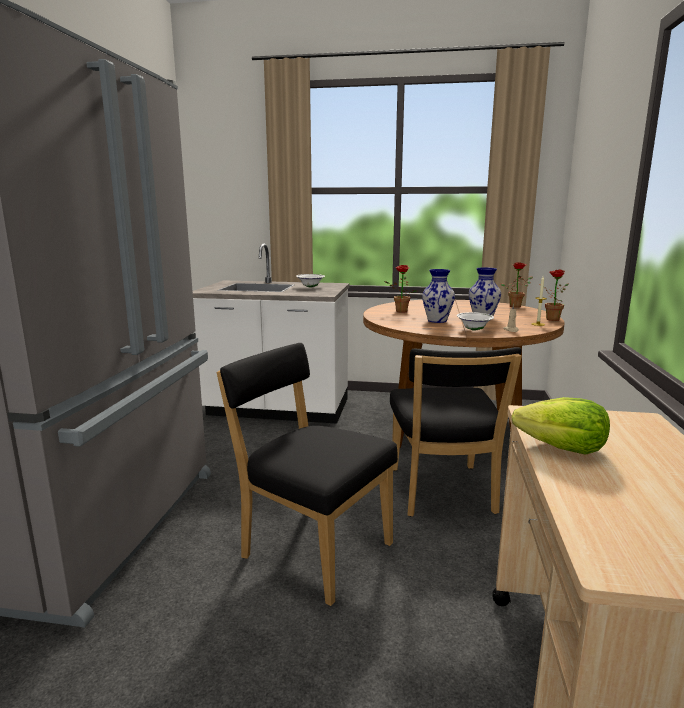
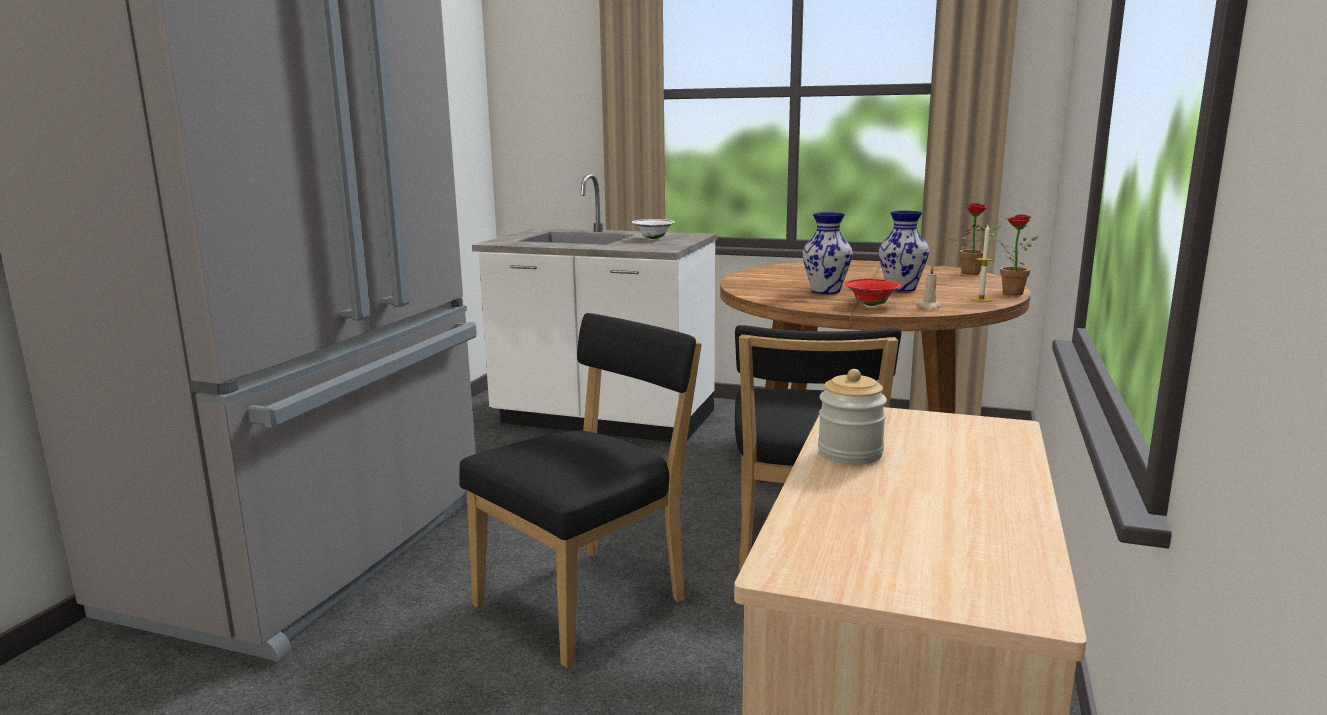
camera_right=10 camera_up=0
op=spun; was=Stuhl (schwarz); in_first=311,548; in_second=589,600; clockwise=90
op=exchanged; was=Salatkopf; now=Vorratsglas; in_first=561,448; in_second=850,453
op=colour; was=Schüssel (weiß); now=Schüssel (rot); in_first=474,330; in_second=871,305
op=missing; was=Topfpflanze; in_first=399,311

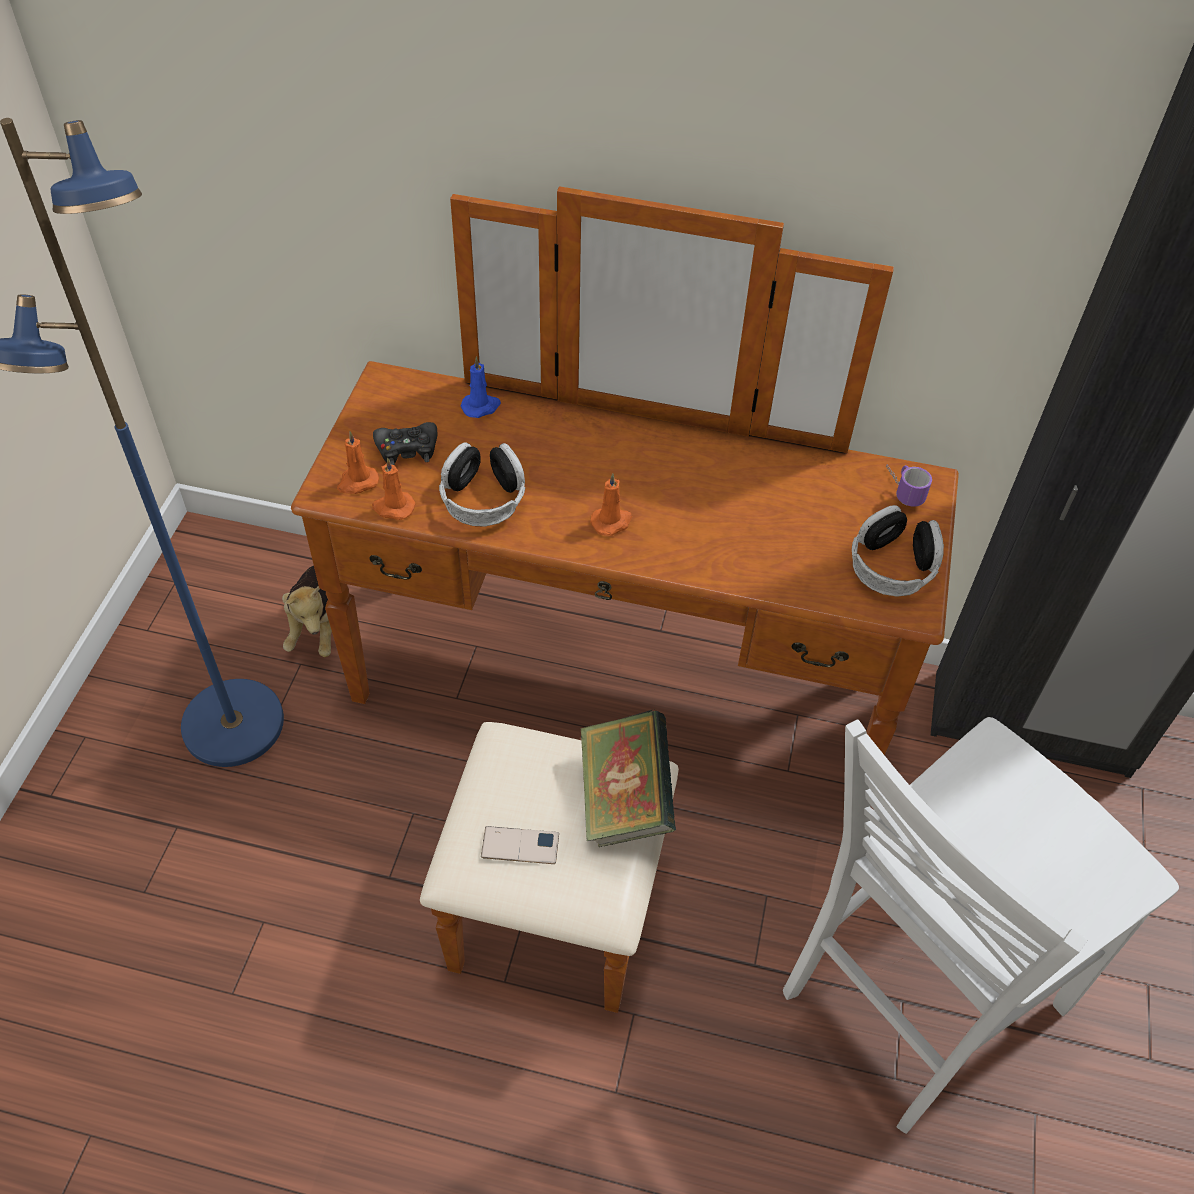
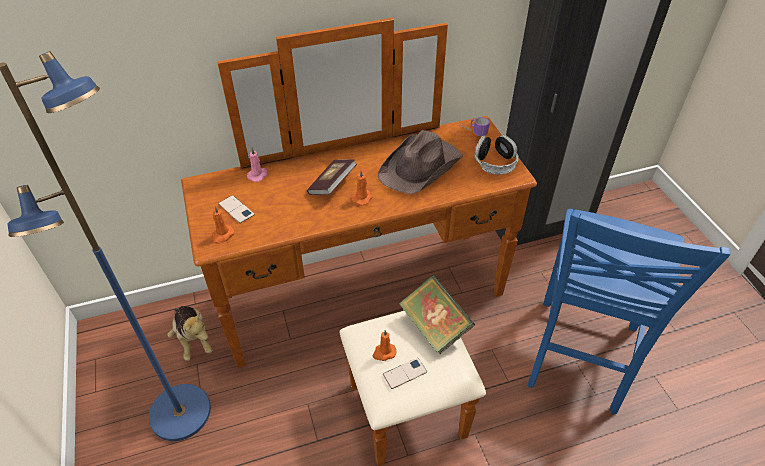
camera_right=-30 camera_up=-5
op=exchanged; was=Gamepad (schwarz); now=Handy; in_first=407,449; in_second=236,209
op=colour; was=Kerze (blau); now=Kerze (rosa); in_first=481,406; in_second=258,175
op=appeared; now=Buch; in_second=332,185
op=relocated; was=Kerze (orange); in_first=393,507; in_second=384,353
op=appeared; now=Hut (braun); in_second=421,167
op=colour; was=Stuhl (weiß); now=Stuhl (blau); in_first=915,997; in_second=578,356
op=missing; was=Kopfhörer; in_first=483,498

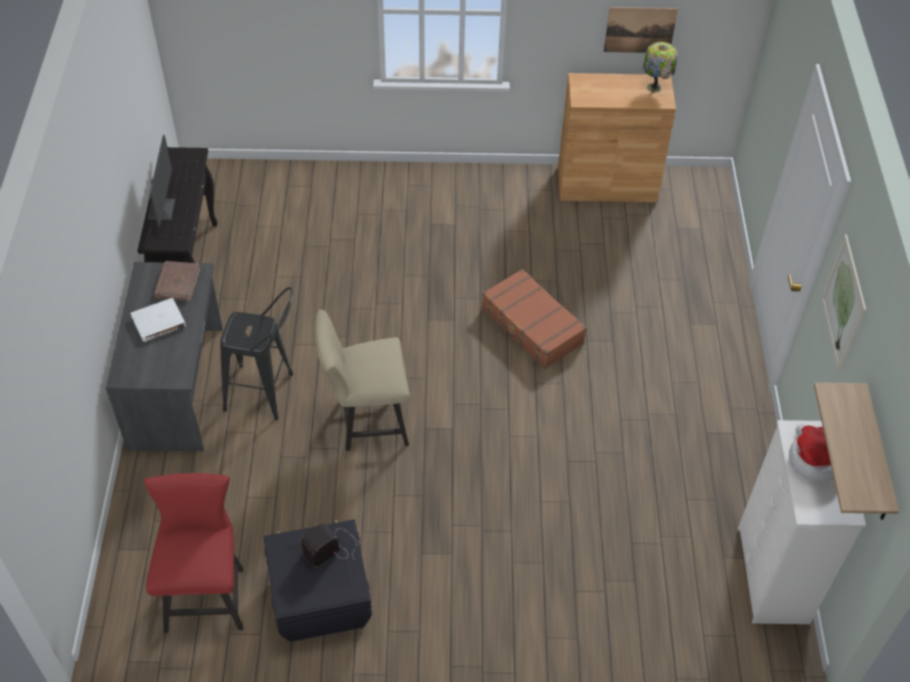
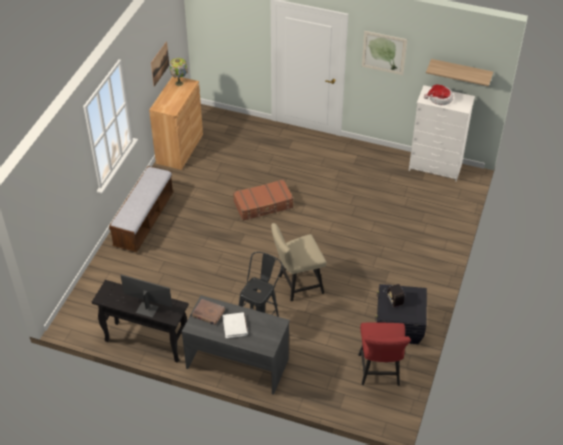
camera_right=-70 camera_up=-5
op=appeared; now=Bank; in_second=144,220
op=spun; was=Stuhl (beige); in_first=366,422; in_second=297,285; clockwise=60
op=spun; was=Stuhl (rot); in_first=207,593; in_second=380,373; clockwise=-105

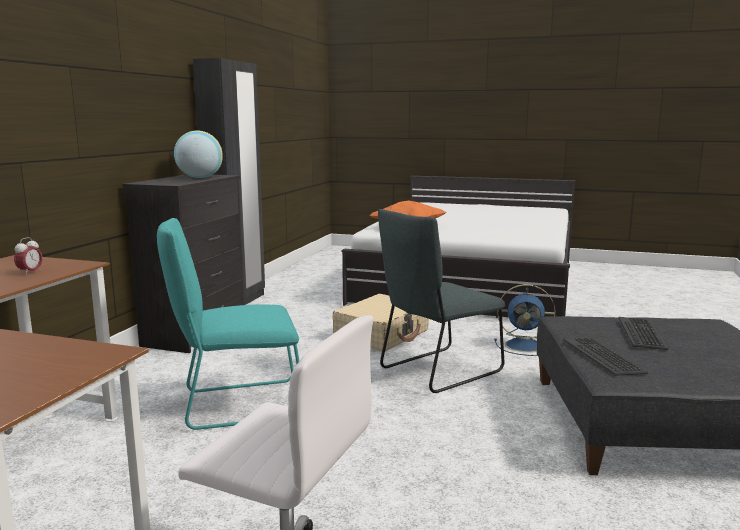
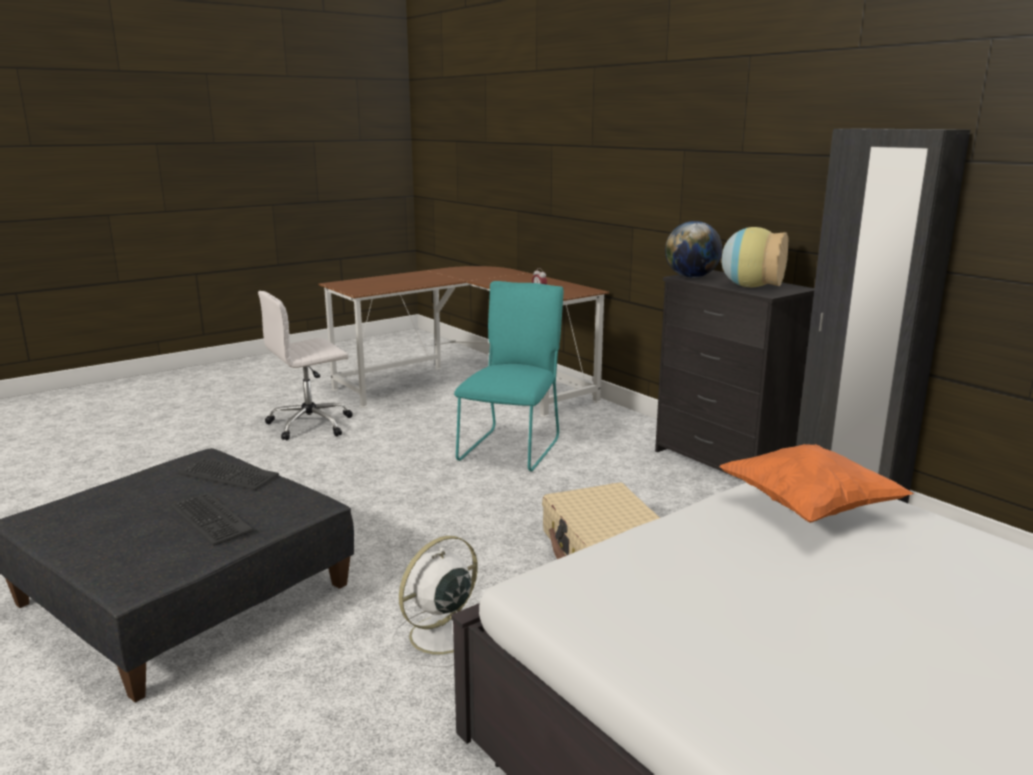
camera_right=125 camera_up=5
op=colour; was=Ventilator (blau); now=Ventilator (weiß); in_first=525,346; in_second=439,636
op=appeared; now=Globus; in_second=691,277
op=missing; was=Stuhl (grau); in_first=436,371

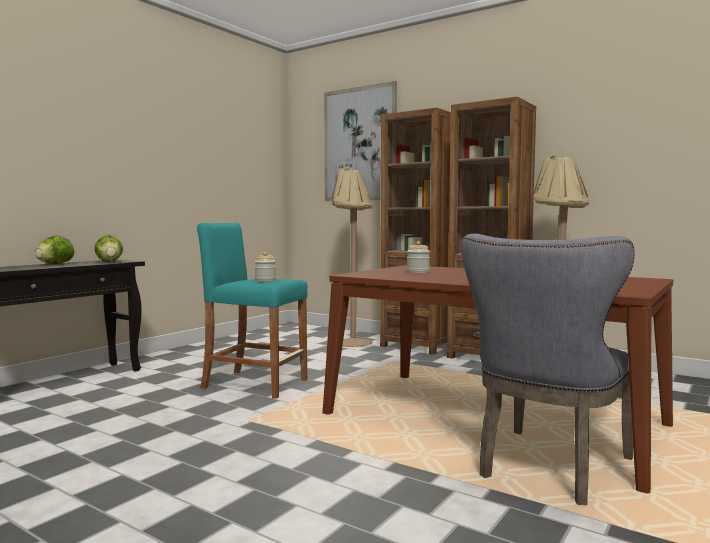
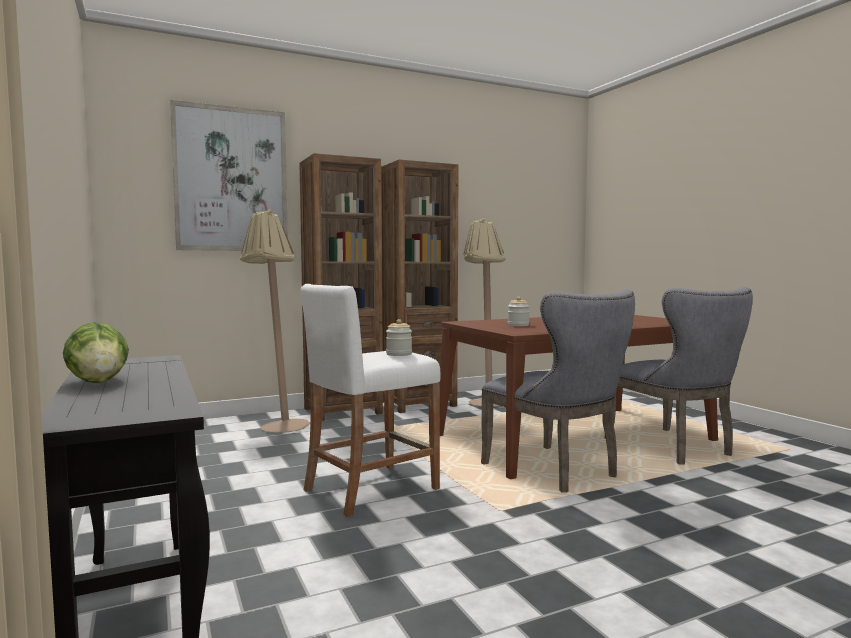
camera_right=-60 camera_up=0
op=colour; was=Hocker (türkis); now=Hocker (weiß); in_first=255,384; in_second=371,489
op=appeared; now=Stuhl (grau); in_second=557,471
op=missing; was=Salatkopf; in_first=109,262

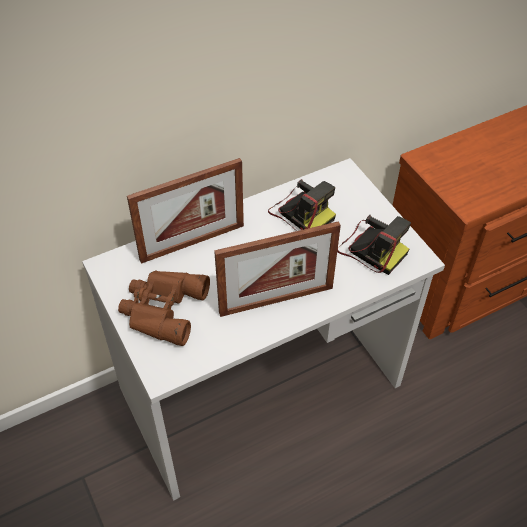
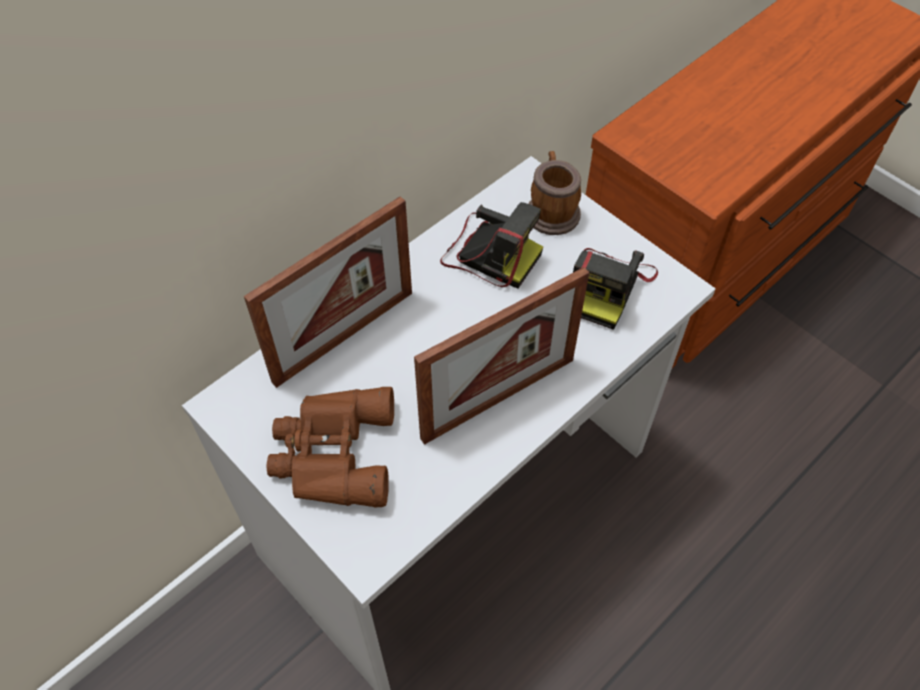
camera_right=-15 camera_up=5
op=appeared; now=Henkelbecher; in_second=551,210
op=spun; was=Kamera; in_first=371,249; in_second=607,287; clockwise=90

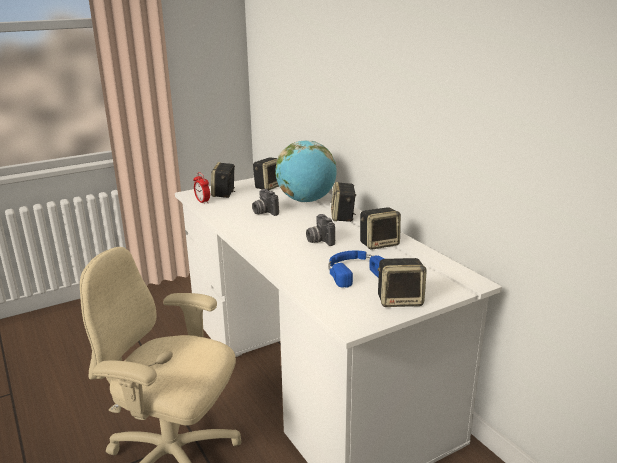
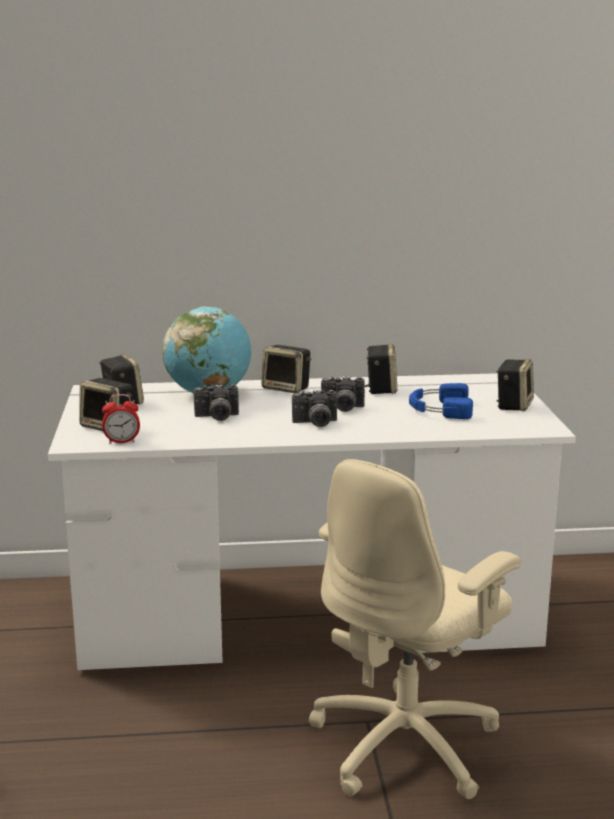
camera_right=-65 camera_up=-5
op=appeared; now=Kamera; in_second=315,423

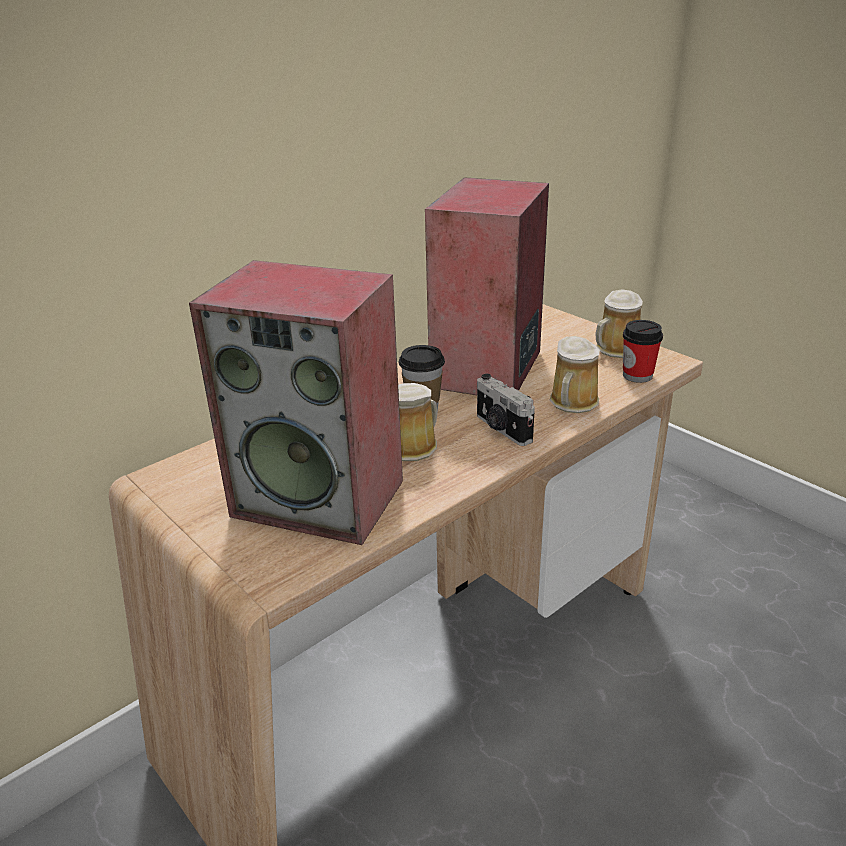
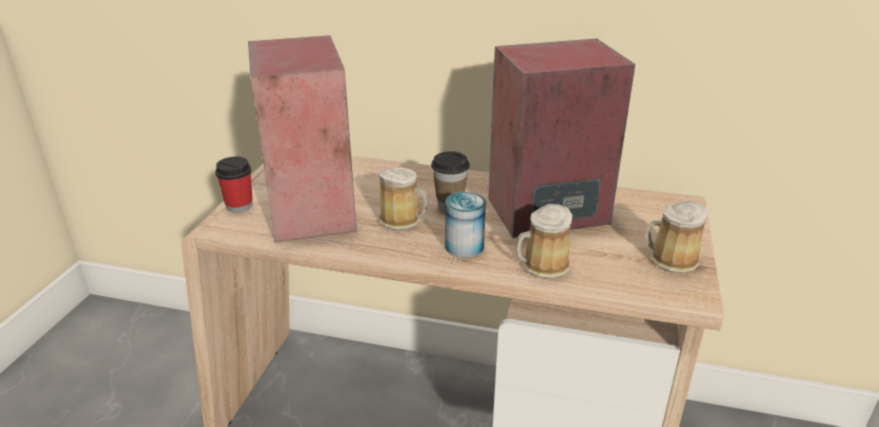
camera_right=55 camera_up=0
op=relocated; was=Tasse; in_first=637,375; in_second=239,205
op=exchanged; was=Kamera; now=Dose; in_first=502,429; in_second=464,246

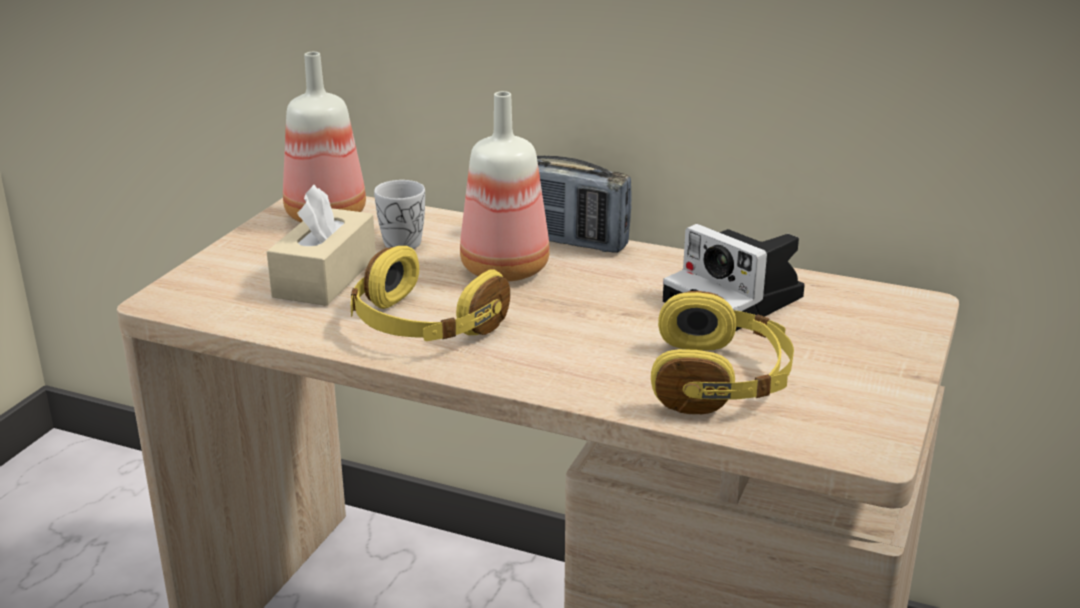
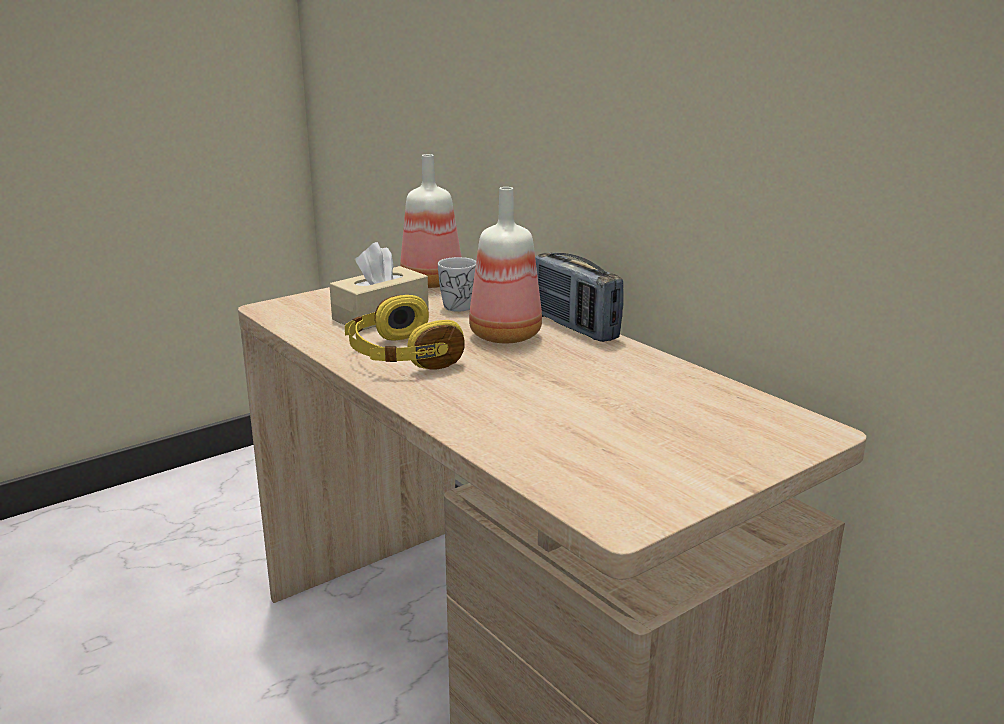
camera_right=30 camera_up=-5
op=missing; was=Kopfhörer (gelb); in_first=721,380
op=missing; was=Kamera; in_first=738,300

